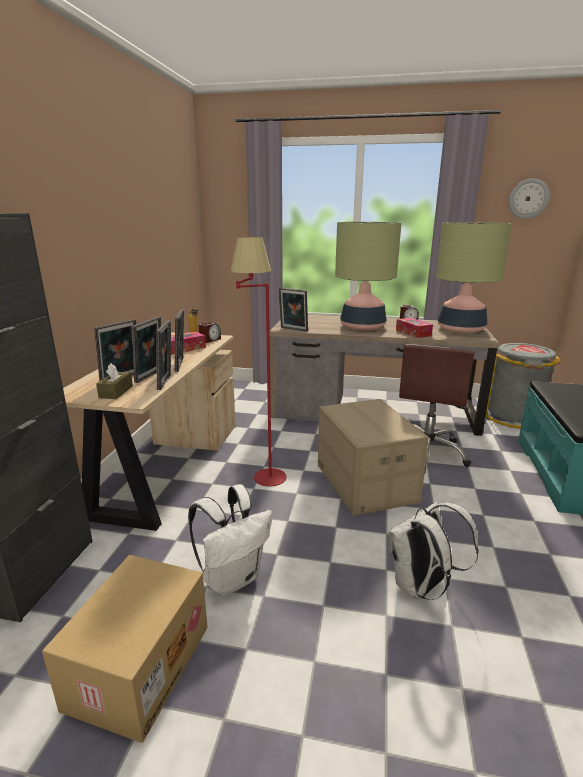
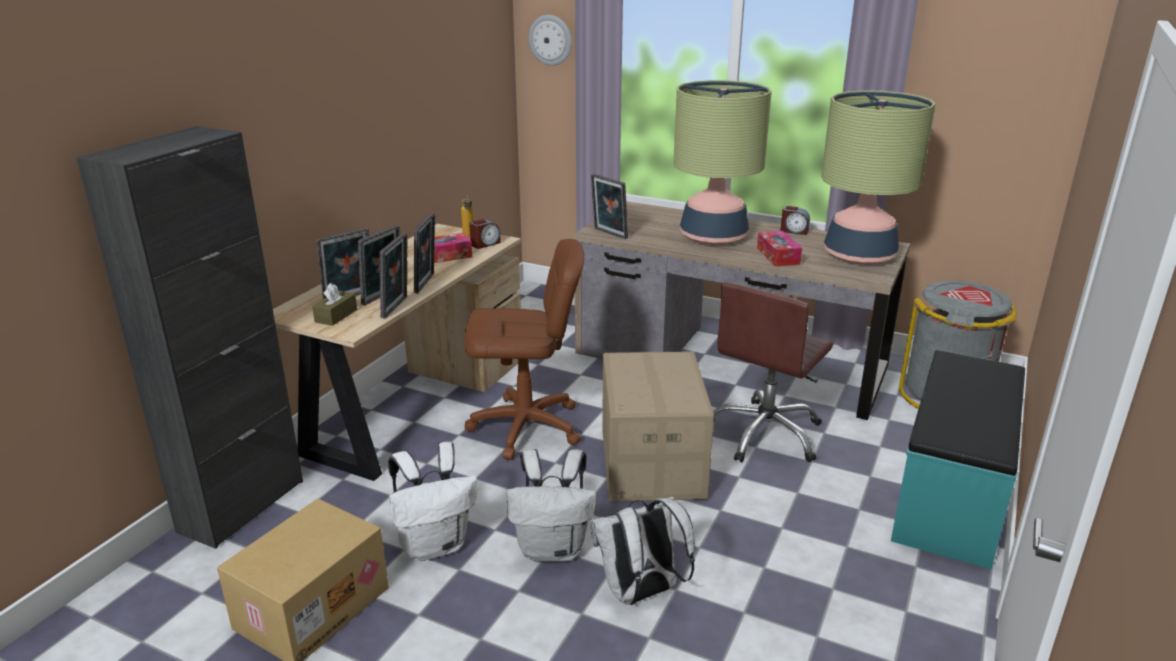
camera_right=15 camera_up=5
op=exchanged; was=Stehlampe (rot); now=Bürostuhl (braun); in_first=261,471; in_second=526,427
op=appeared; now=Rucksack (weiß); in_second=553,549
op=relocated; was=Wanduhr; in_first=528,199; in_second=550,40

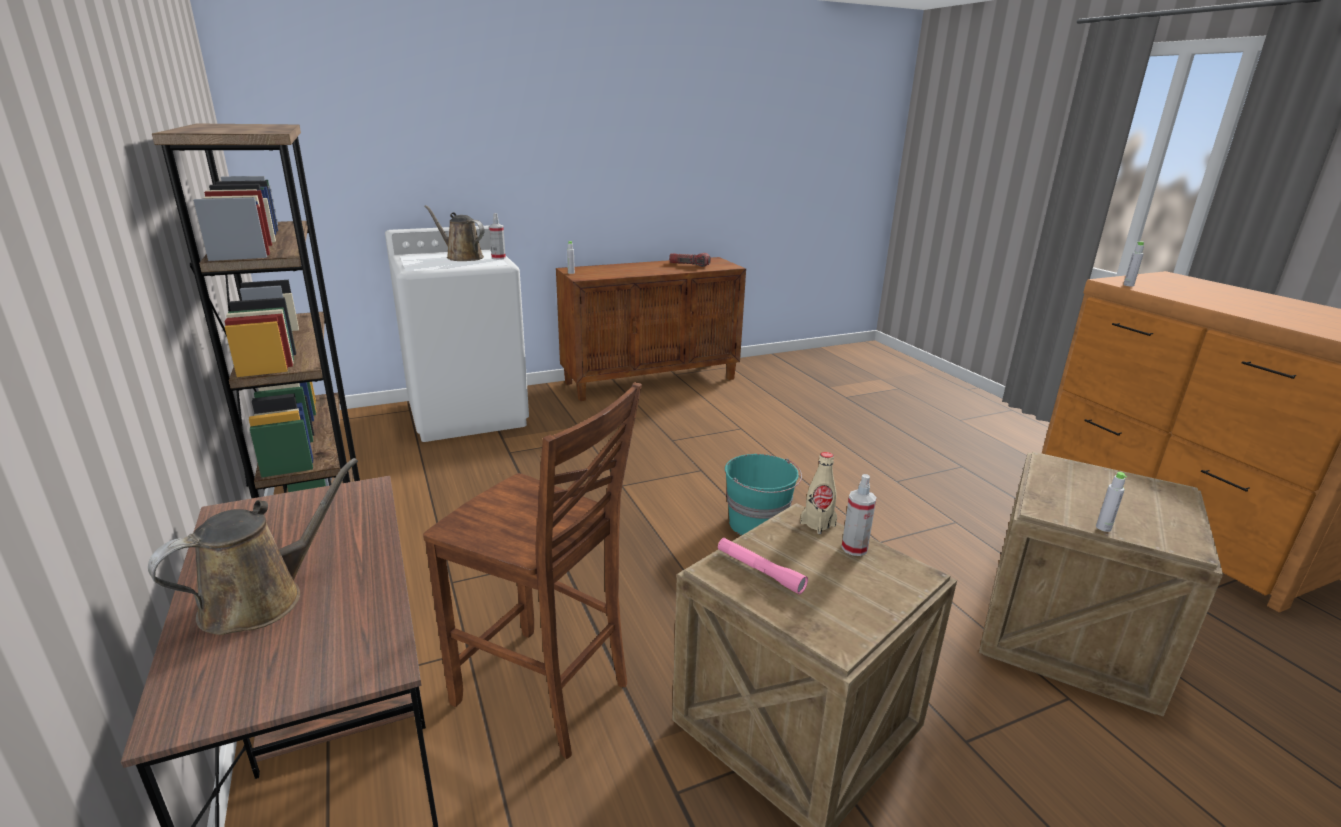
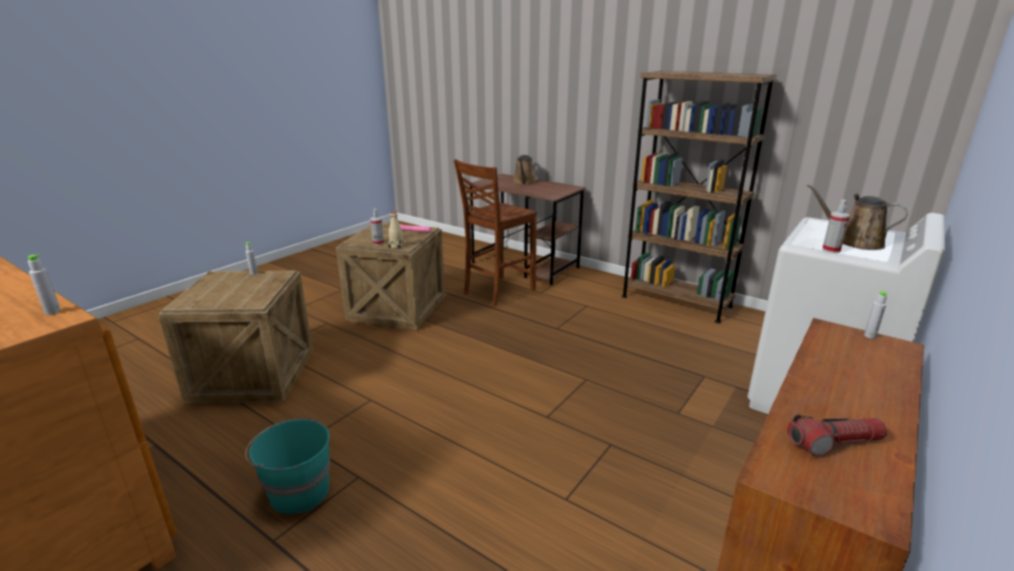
camera_right=150 camera_up=0
op=relocated; was=Eimer (türkis); in_first=758,524; in_second=298,492
op=spun; was=Stuhl (braun); in_first=545,694; in_second=497,292; clockwise=-45
op=spun; was=Gießkanne (braun); in_first=462,257; in_second=854,242; clockwise=-150

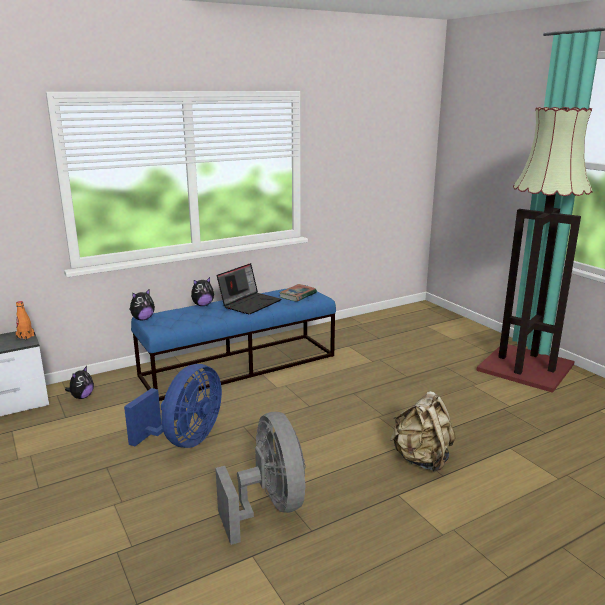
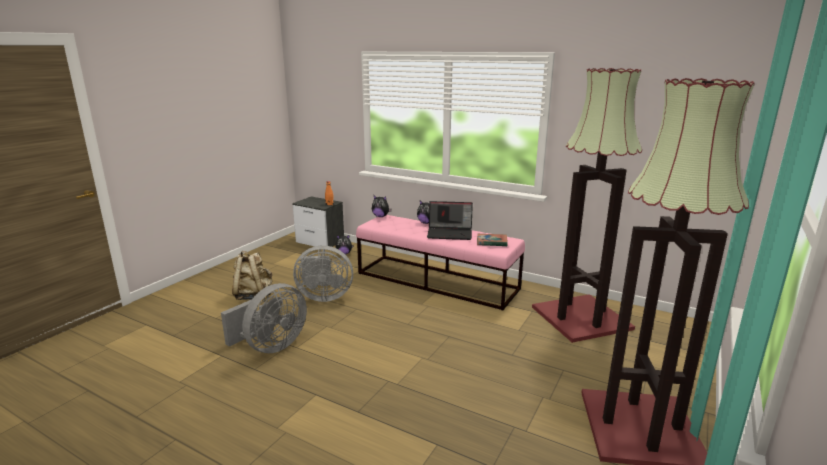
camera_right=60 camera_up=0
op=relocated; was=Rucksack (beige); in_first=421,459; in_second=253,296
op=colour; was=Ventilator (blau); now=Ventilator (grau); in_first=184,440; in_second=323,296
op=colour; was=Bank (blau); now=Bank (rosa); in_first=240,365; in_second=437,281
op=appeared; now=Stehlampe; in_second=582,318

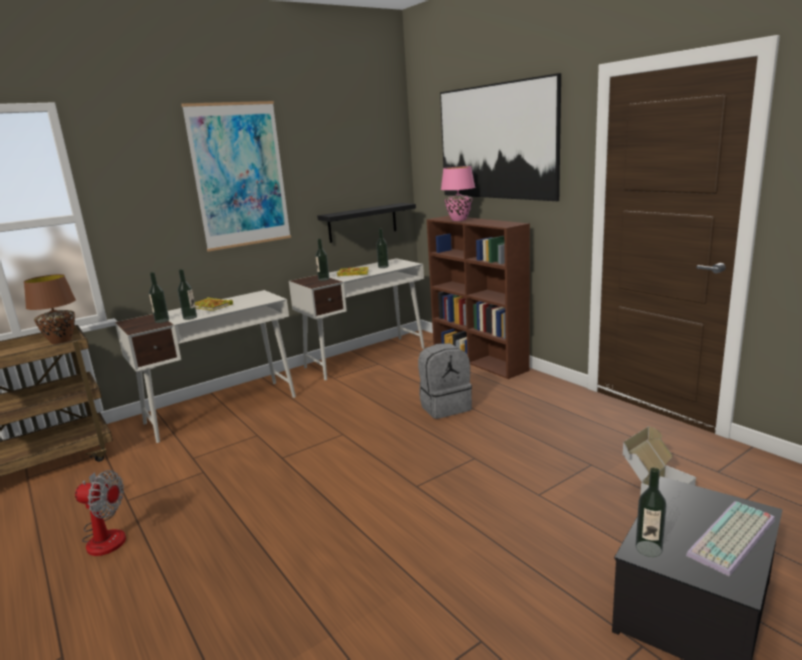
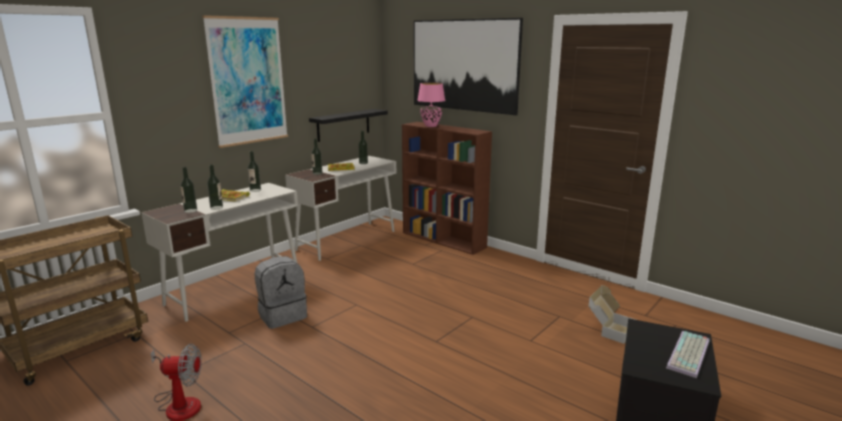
camera_right=-15 camera_up=0
op=relocated; was=Flasche; in_first=648,548; in_second=255,190
op=relocated; was=Rucksack (grau); in_first=445,407; in_second=282,315
op=missing; was=Tischlampe (braun); in_first=61,341

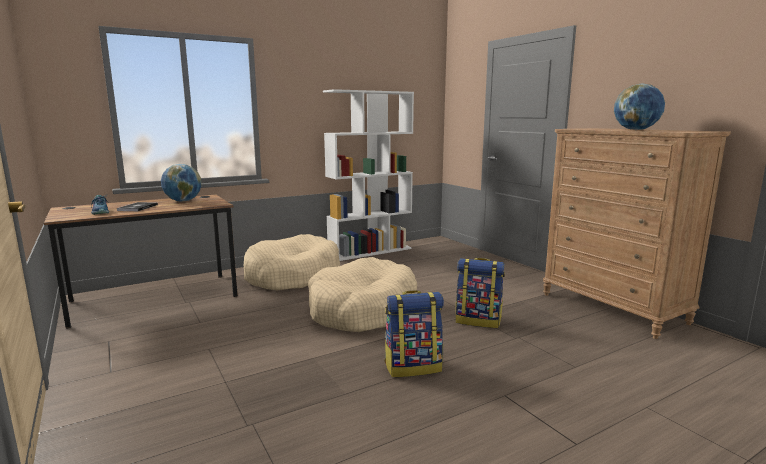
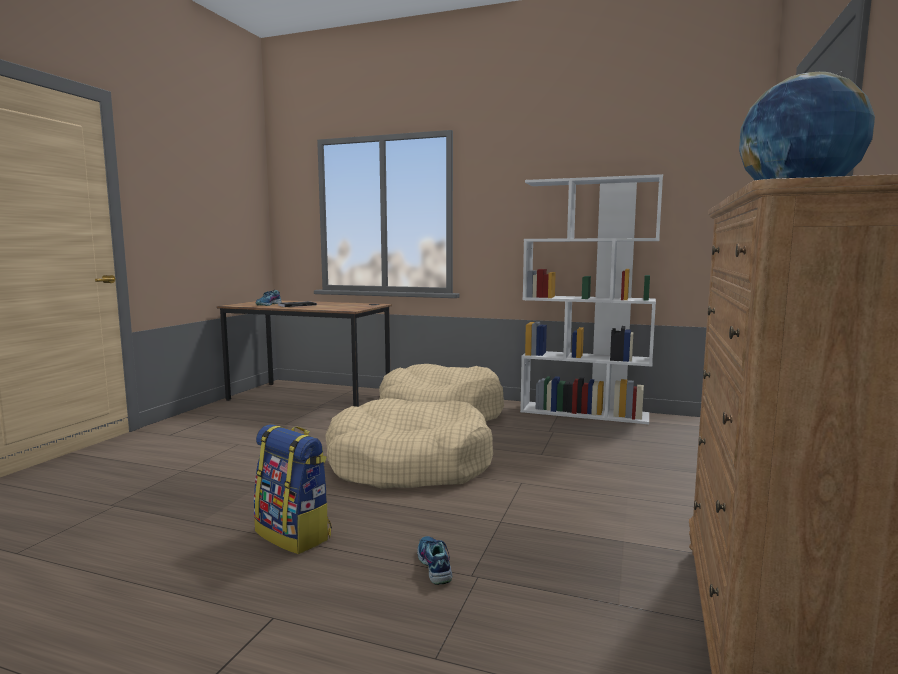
camera_right=50 camera_up=-5
op=appeared; now=Schuh; in_second=433,565
op=missing; was=Globus; in_first=183,201
op=missing; was=Rucksack; in_first=478,320

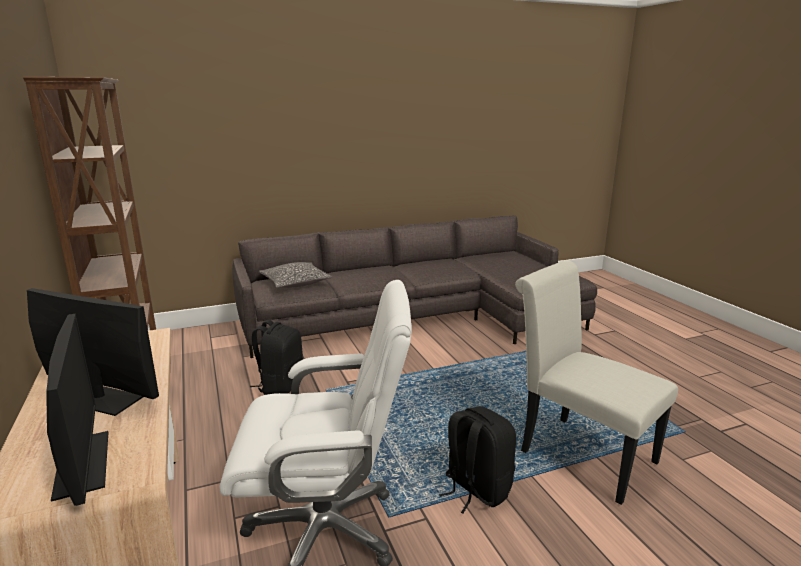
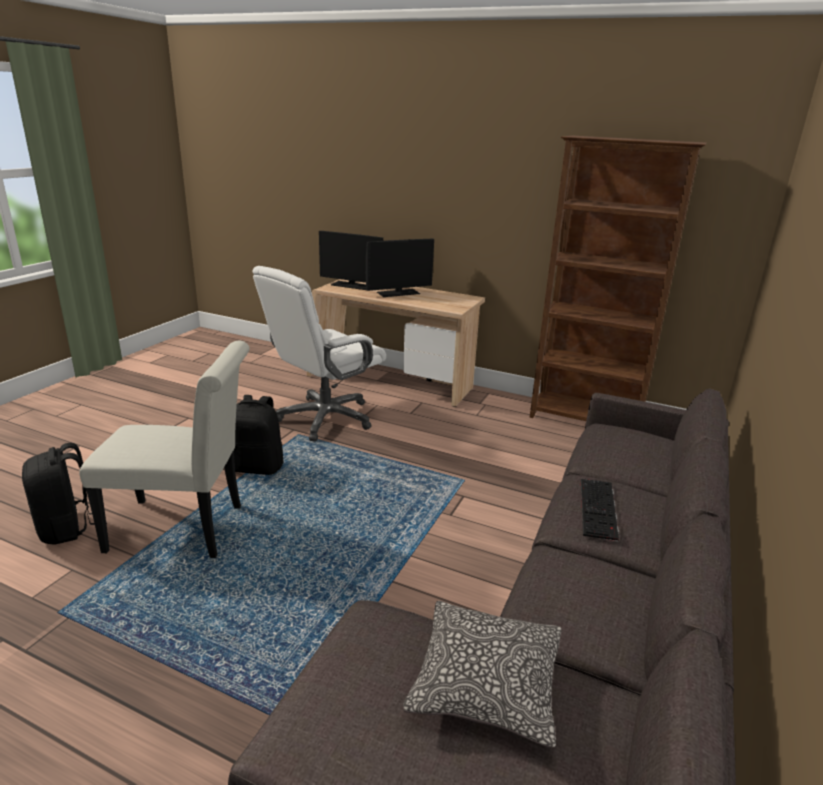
camera_right=135 camera_up=5
op=relocated; was=Rucksack (schwarz); in_first=280,386; in_second=67,528
op=relocated; was=Kissen; in_first=295,283; in_second=485,682
op=appeared; now=Tastatur; in_second=599,509

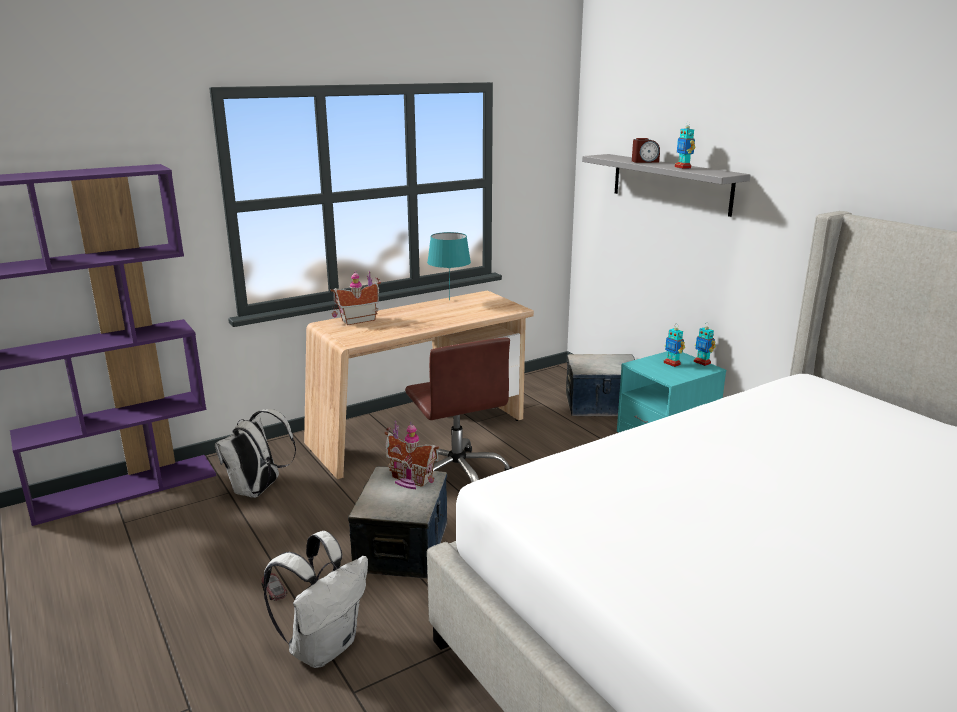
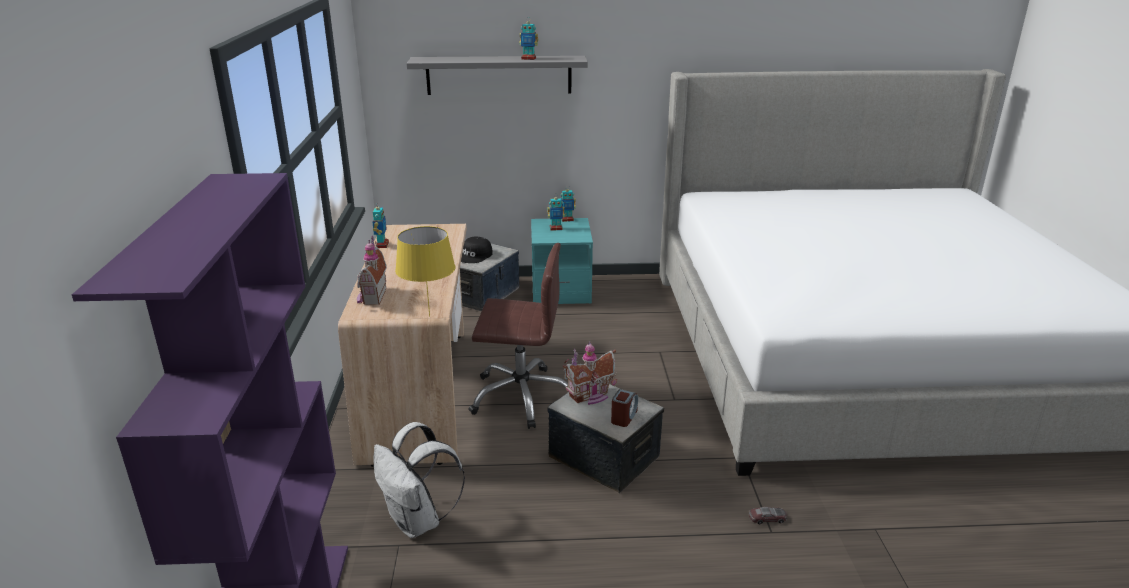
camera_right=-60 camera_up=5
op=exchanged; was=Tischlampe (türkis); now=Spielzeugroboter; in_first=449,299; in_second=382,245
op=appeared; now=Tischlampe (gelb); in_second=428,316
op=appeared; now=Kappe (schwarz); in_second=475,256
op=relocated; was=Wecker; in_first=645,161; in_second=624,417
op=relocated; was=Spielzeugauto; in_first=274,590; in_second=767,518
op=missing; was=Rucksack (weiß); in_first=324,646

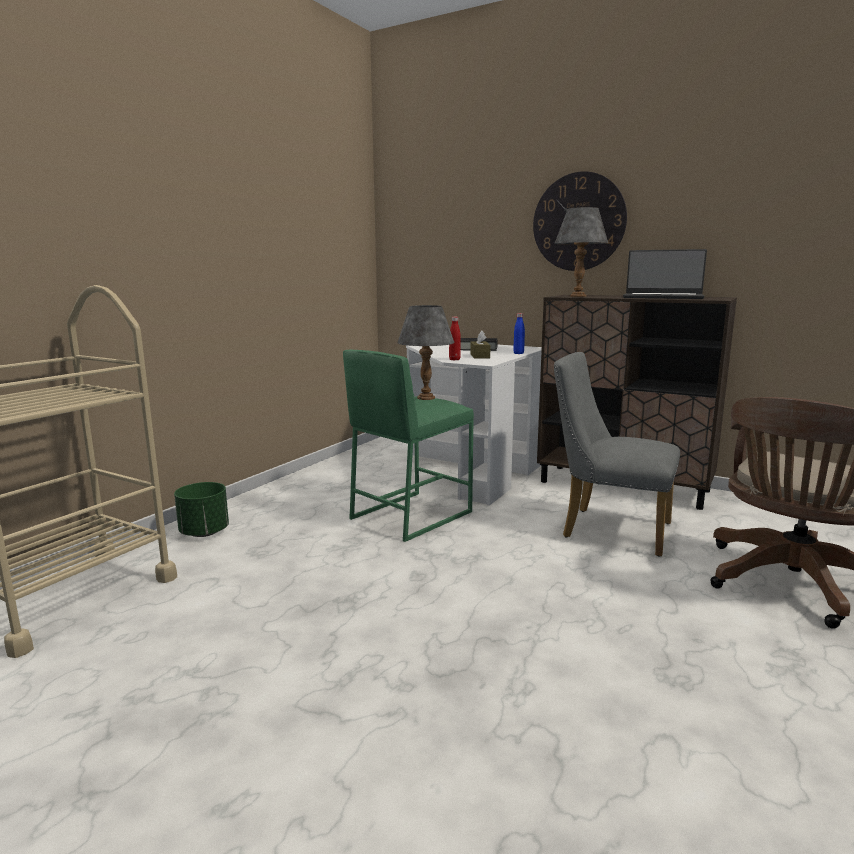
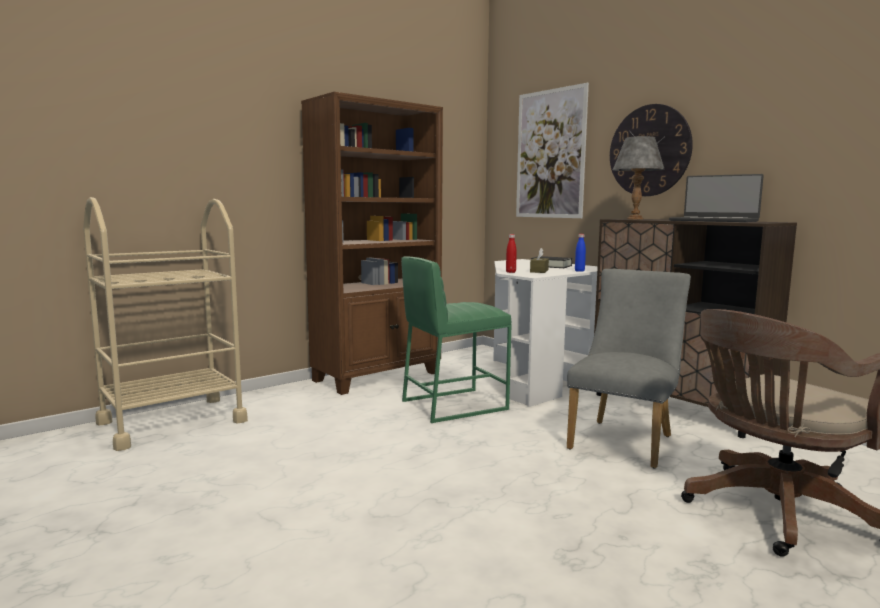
camera_right=20 camera_up=-5
op=appeared; now=Bücherregal (braun); in_second=378,377
op=appeared; now=Bild; in_second=550,154
op=spun; was=Stuhl (grau); in_first=608,529; in_second=624,440; clockwise=75
op=missing; was=Pflanzkübel (grün); in_first=204,532
op=missing; was=Tischlampe (grau); in_first=426,398

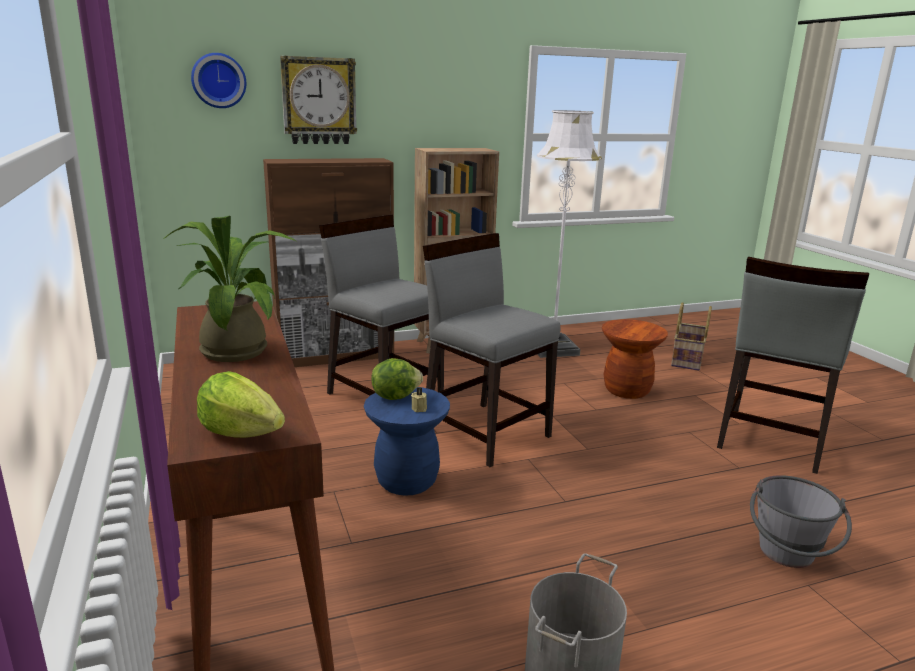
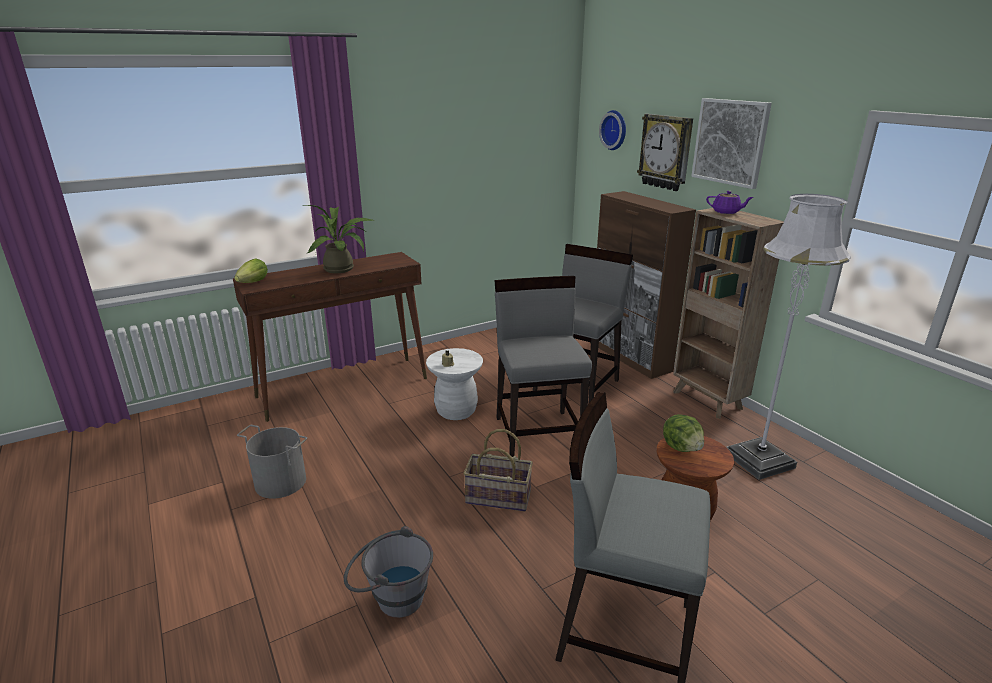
camera_right=80 camera_up=5
op=colour; was=Hocker (blau); now=Hocker (weiß); in_first=407,481; in_second=456,411
op=relocated; was=Korb; in_first=688,360; in_second=497,497
op=spun; was=Stuhl (grau); in_first=485,432; in_second=539,434; clockwise=-45
op=relocated; was=Salatkopf; in_first=395,396; in_second=682,447
op=appeared; now=Bild; in_second=730,142
op=appeared; now=Teekanne (lila); in_second=726,212

